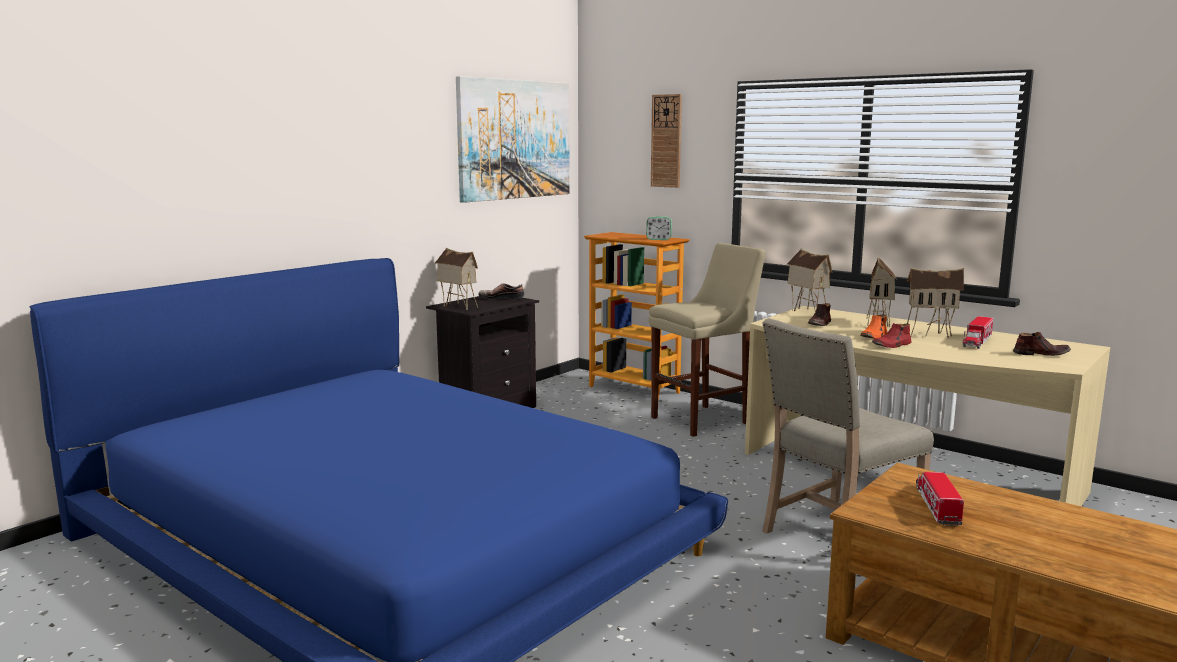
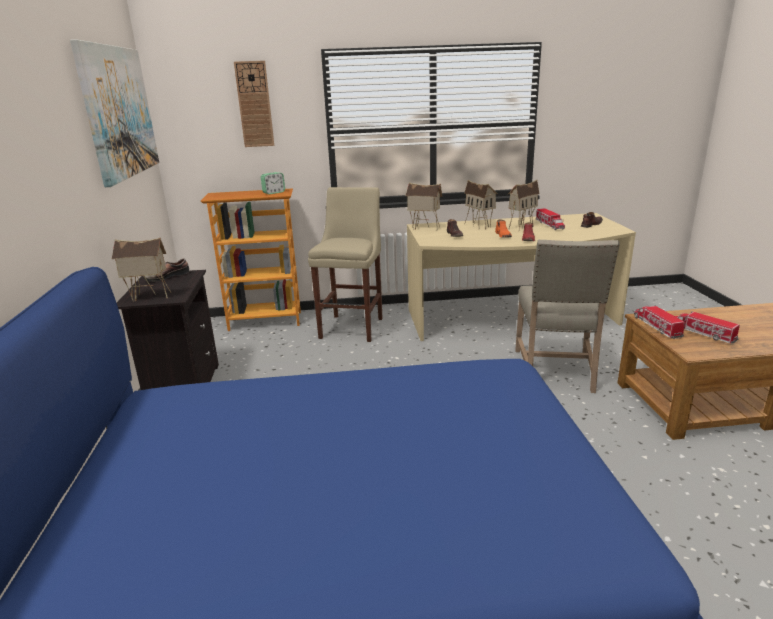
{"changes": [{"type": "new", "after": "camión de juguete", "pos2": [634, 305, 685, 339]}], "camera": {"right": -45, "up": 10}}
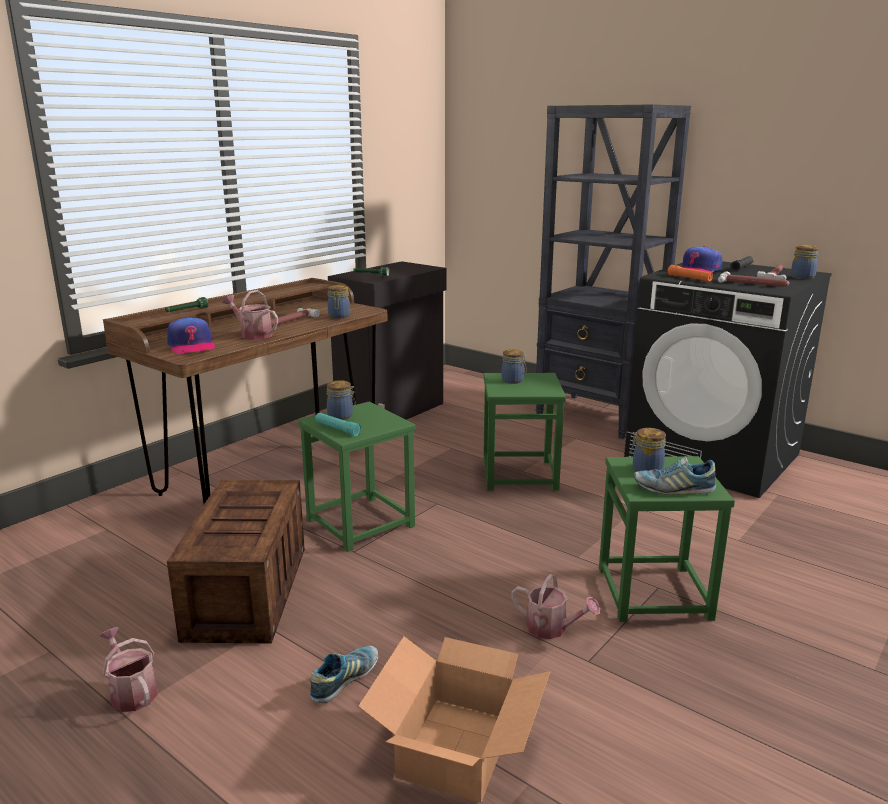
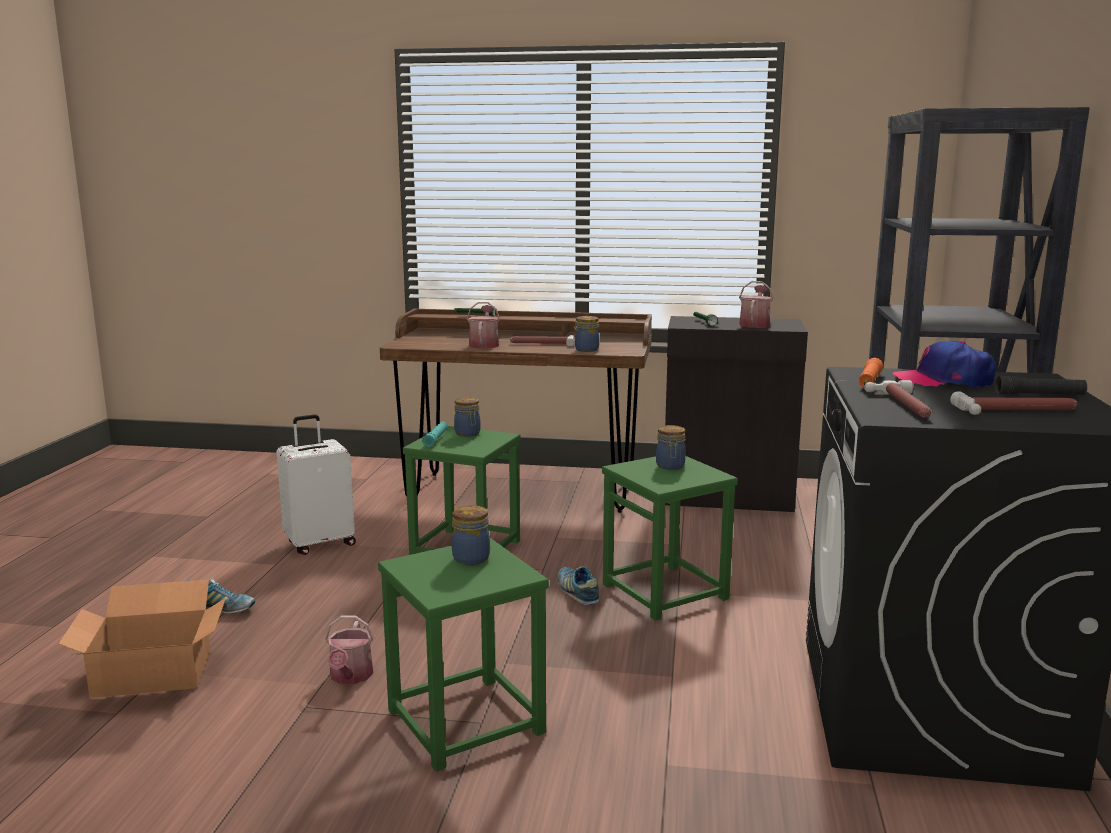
{"changes": [{"type": "gone", "before": "tarro", "pos1": [791, 245, 819, 279]}, {"type": "gone", "before": "gorra", "pos1": [167, 316, 215, 353]}, {"type": "shifted", "before": "zapato", "pos1": [634, 456, 716, 495], "pos2": [558, 566, 600, 605]}, {"type": "swapped", "before": "caja de embalaje", "after": "maleta [blanco]", "pos1": [167, 480, 305, 643], "pos2": [277, 414, 356, 555]}, {"type": "shifted", "before": "regadera", "pos1": [99, 627, 158, 712], "pos2": [739, 281, 773, 328]}], "camera": {"right": 60, "up": -5}}
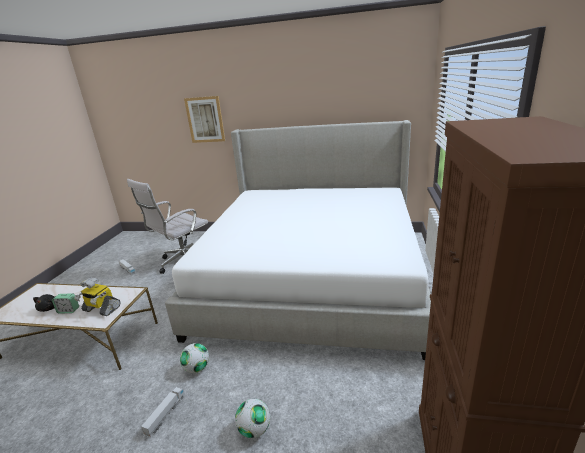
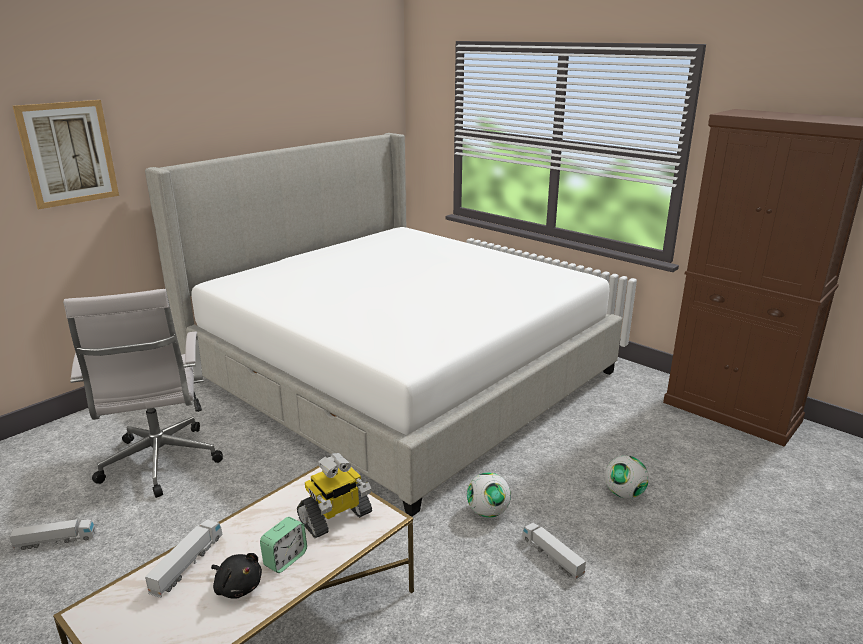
{"changes": [{"type": "new", "after": "camión de juguete", "pos2": [145, 520, 222, 598]}], "camera": {"right": -60, "up": 0}}
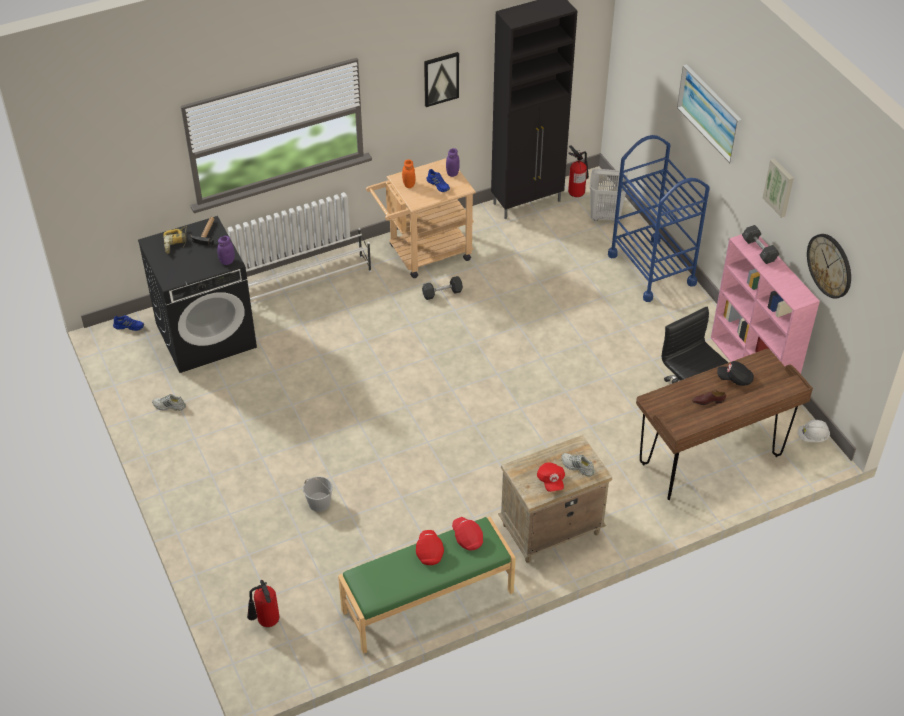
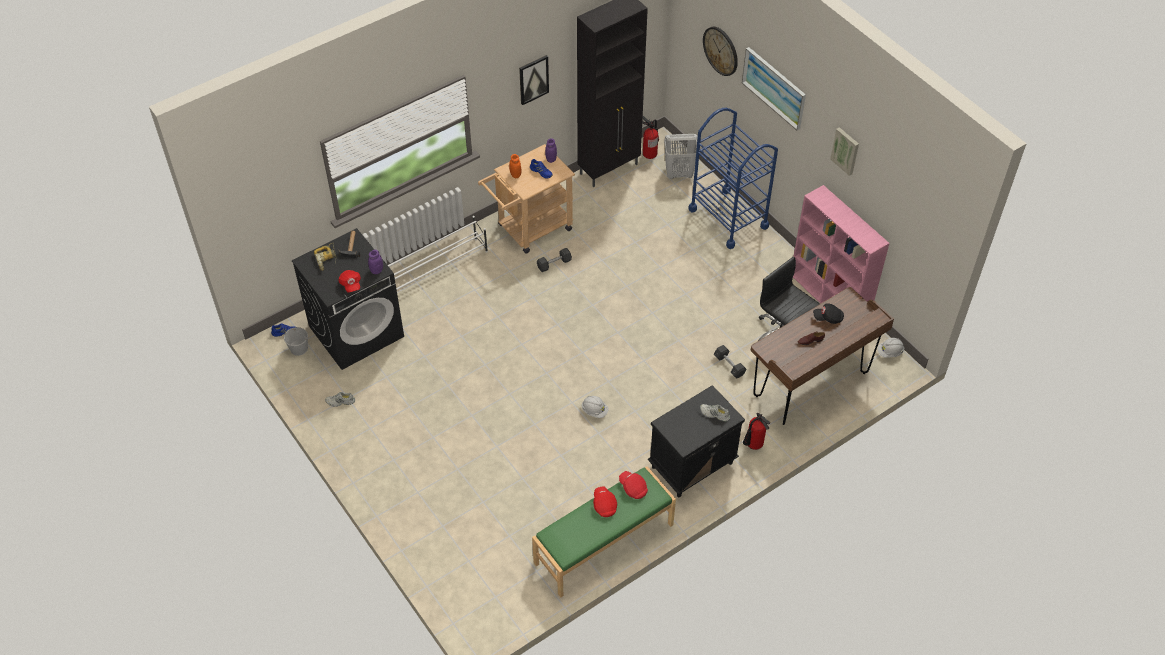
{"changes": [{"type": "shifted", "before": "mancuerna [gris]", "pos1": [742, 225, 779, 264], "pos2": [714, 345, 746, 379]}, {"type": "shifted", "before": "reloj de pared", "pos1": [807, 234, 851, 299], "pos2": [703, 27, 738, 76]}, {"type": "repainted", "before": "mesita de noche [beis]", "after": "mesita de noche [negro]", "pos1": [498, 435, 612, 563], "pos2": [647, 385, 745, 497]}, {"type": "shifted", "before": "gorra [rojo]", "pos1": [537, 462, 565, 492], "pos2": [339, 270, 361, 293]}, {"type": "shifted", "before": "cubo [blanco]", "pos1": [303, 476, 333, 512], "pos2": [284, 327, 308, 356]}, {"type": "shifted", "before": "extintor", "pos1": [247, 580, 279, 627], "pos2": [743, 413, 770, 450]}, {"type": "new", "after": "casco [blanco]", "pos2": [582, 396, 609, 418]}], "camera": {"right": -10, "up": 5}}
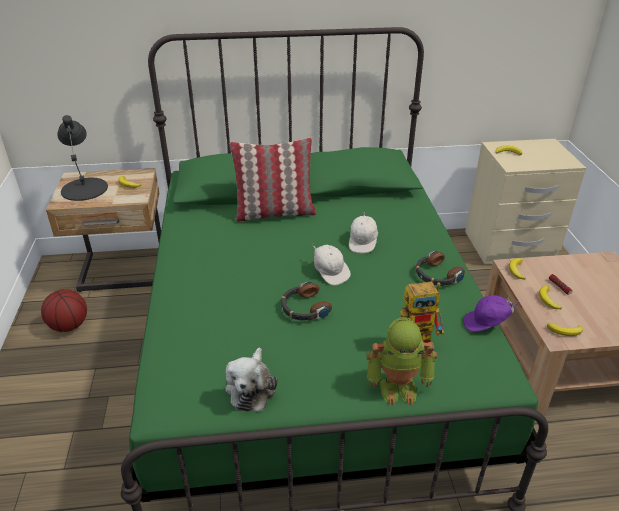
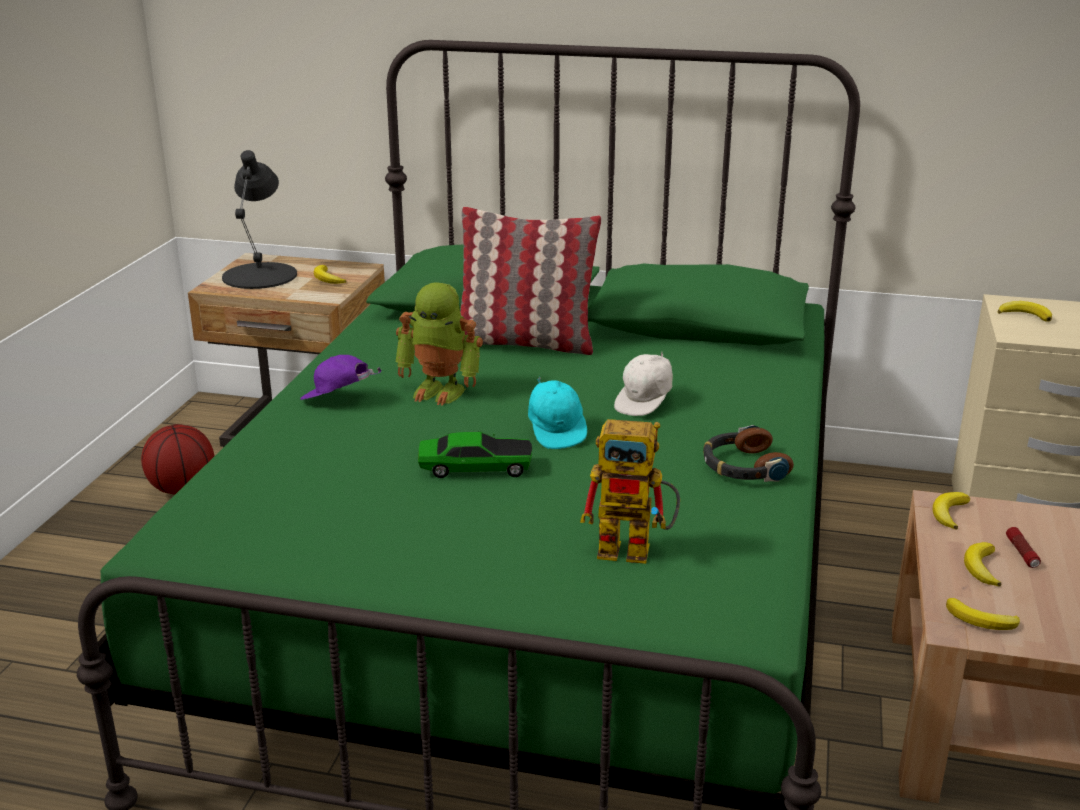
{"changes": [{"type": "repainted", "before": "gorra [blanco]", "after": "gorra [turquesa]", "pos1": [312, 243, 351, 286], "pos2": [528, 377, 587, 449]}, {"type": "swapped", "before": "auriculares", "after": "coche de juguete", "pos1": [281, 282, 332, 321], "pos2": [418, 432, 532, 478]}, {"type": "shifted", "before": "gorra [morado]", "pos1": [463, 295, 520, 332], "pos2": [300, 355, 382, 400]}, {"type": "shifted", "before": "robot de juguete", "pos1": [367, 317, 437, 406], "pos2": [395, 282, 483, 406]}, {"type": "gone", "before": "peluche", "pos1": [225, 348, 277, 412]}], "camera": {"right": 20, "up": -10}}
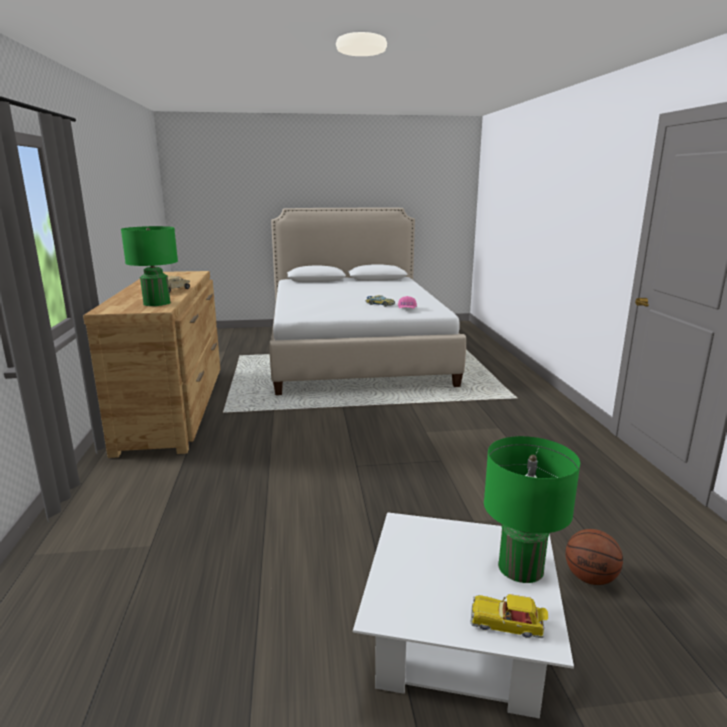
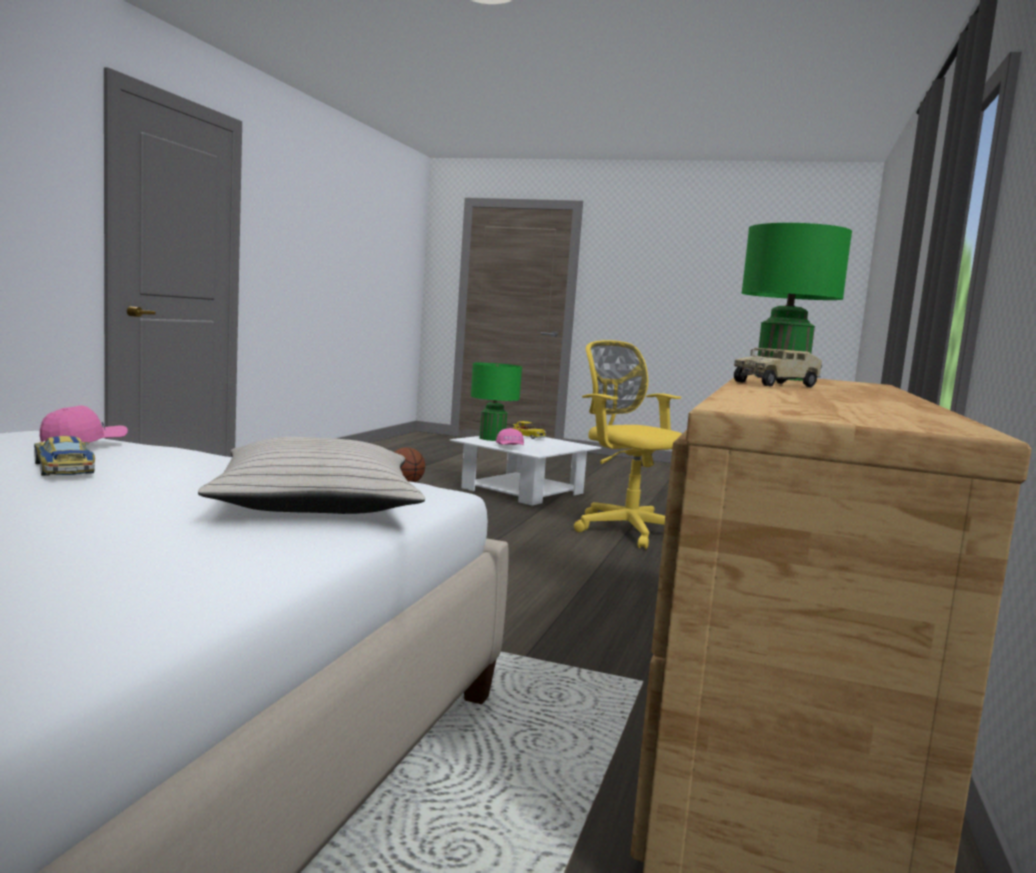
{"changes": [{"type": "new", "after": "silla de oficina [amarillo]", "pos2": [574, 340, 682, 549]}, {"type": "new", "after": "gorra [rosa]", "pos2": [496, 428, 524, 445]}, {"type": "new", "after": "cojín [beis]", "pos2": [198, 437, 425, 514]}], "camera": {"right": -155, "up": -10}}
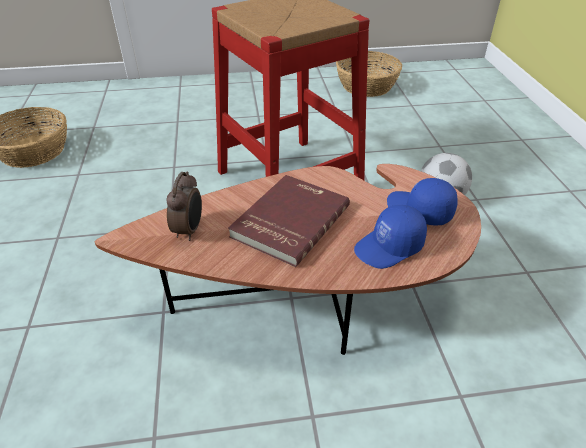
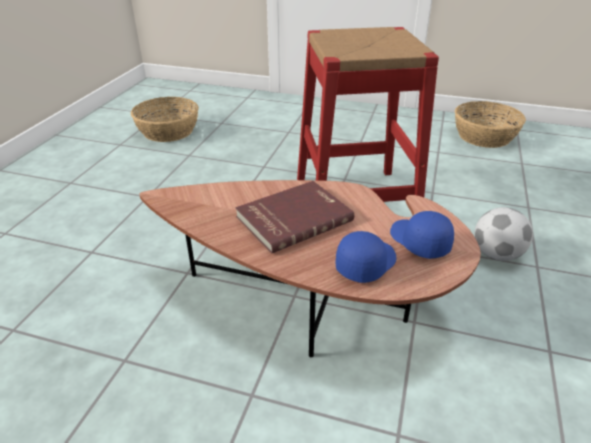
{"changes": [{"type": "gone", "before": "despertador", "pos1": [166, 171, 202, 241]}, {"type": "rotated", "before": "gorra [azul]", "pos1": [354, 205, 427, 269], "pos2": [335, 231, 396, 283], "turn": 135}], "camera": {"right": 25, "up": -5}}
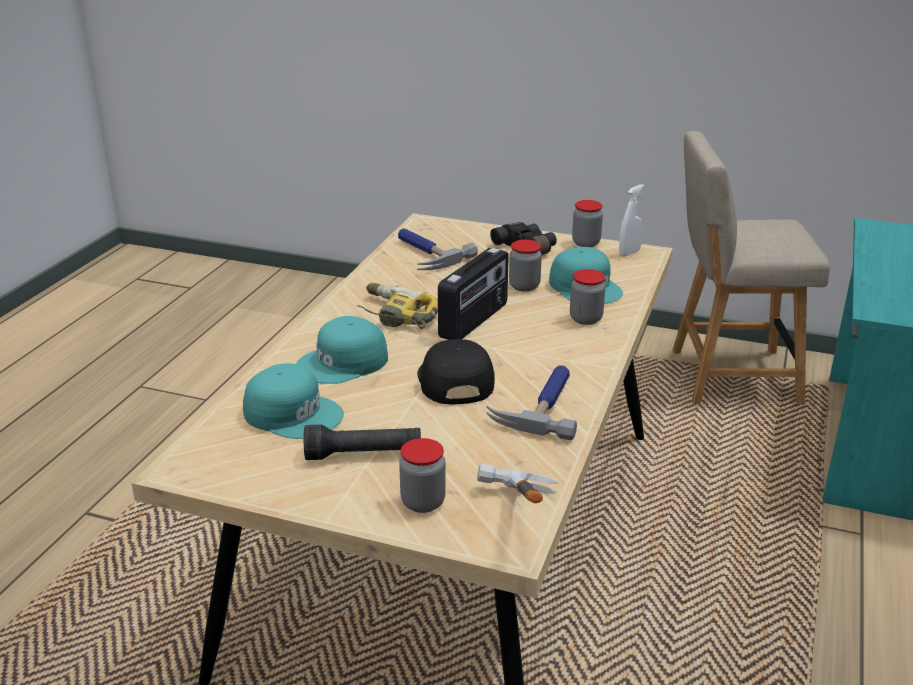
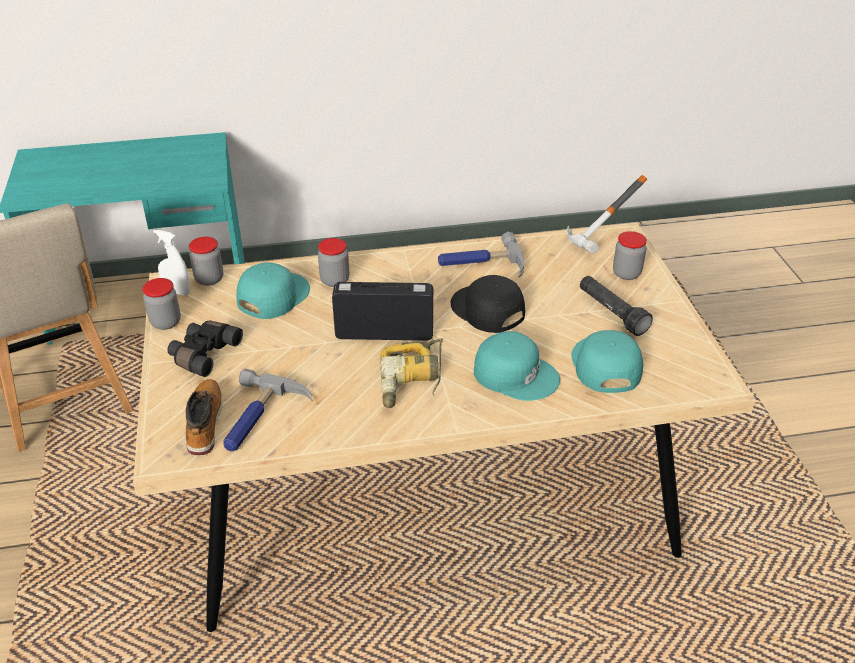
{"changes": [{"type": "shifted", "before": "tarro", "pos1": [509, 239, 542, 292], "pos2": [189, 237, 223, 286]}, {"type": "rotated", "before": "gorra [negro]", "pos1": [417, 339, 495, 404], "pos2": [451, 275, 525, 333], "turn": 90}, {"type": "new", "after": "bota", "pos2": [185, 379, 223, 455]}], "camera": {"right": -120, "up": 10}}
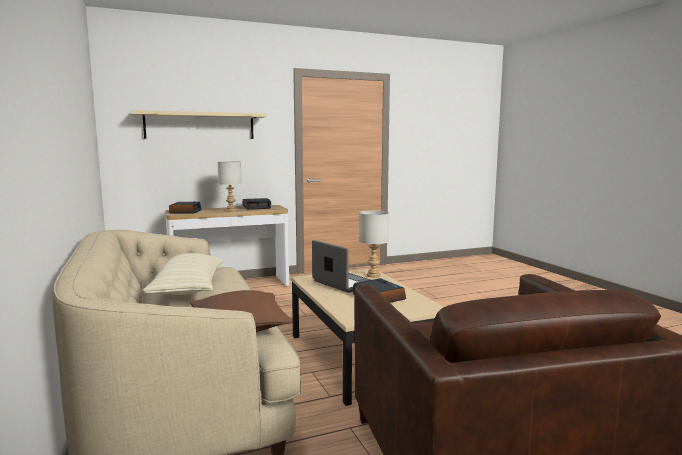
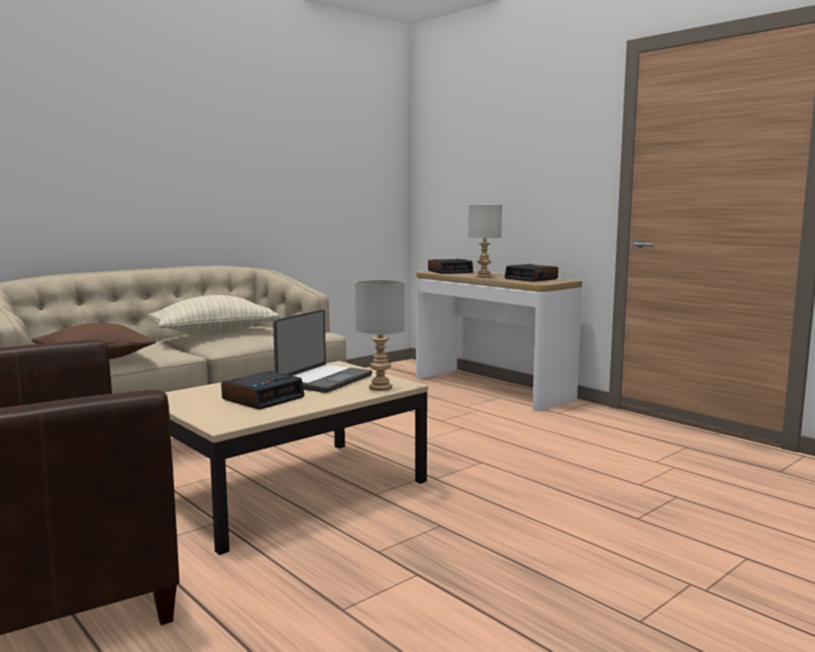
{"changes": [{"type": "gone", "before": "estante [beis]", "pos1": [131, 110, 267, 139]}], "camera": {"right": 70, "up": 0}}
